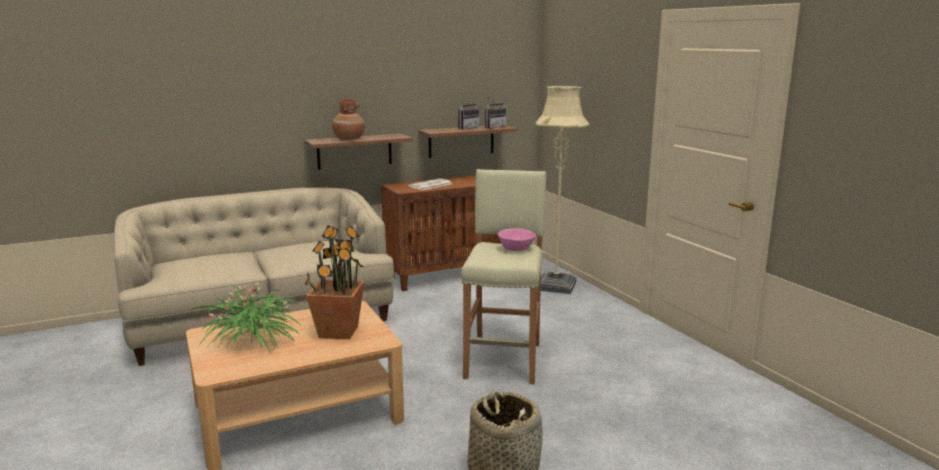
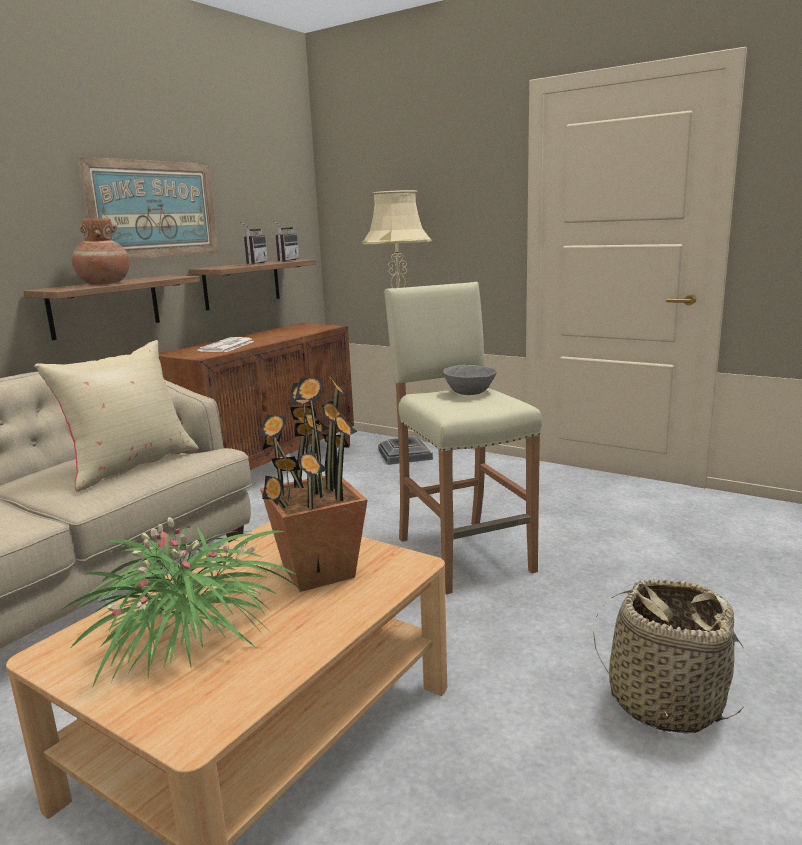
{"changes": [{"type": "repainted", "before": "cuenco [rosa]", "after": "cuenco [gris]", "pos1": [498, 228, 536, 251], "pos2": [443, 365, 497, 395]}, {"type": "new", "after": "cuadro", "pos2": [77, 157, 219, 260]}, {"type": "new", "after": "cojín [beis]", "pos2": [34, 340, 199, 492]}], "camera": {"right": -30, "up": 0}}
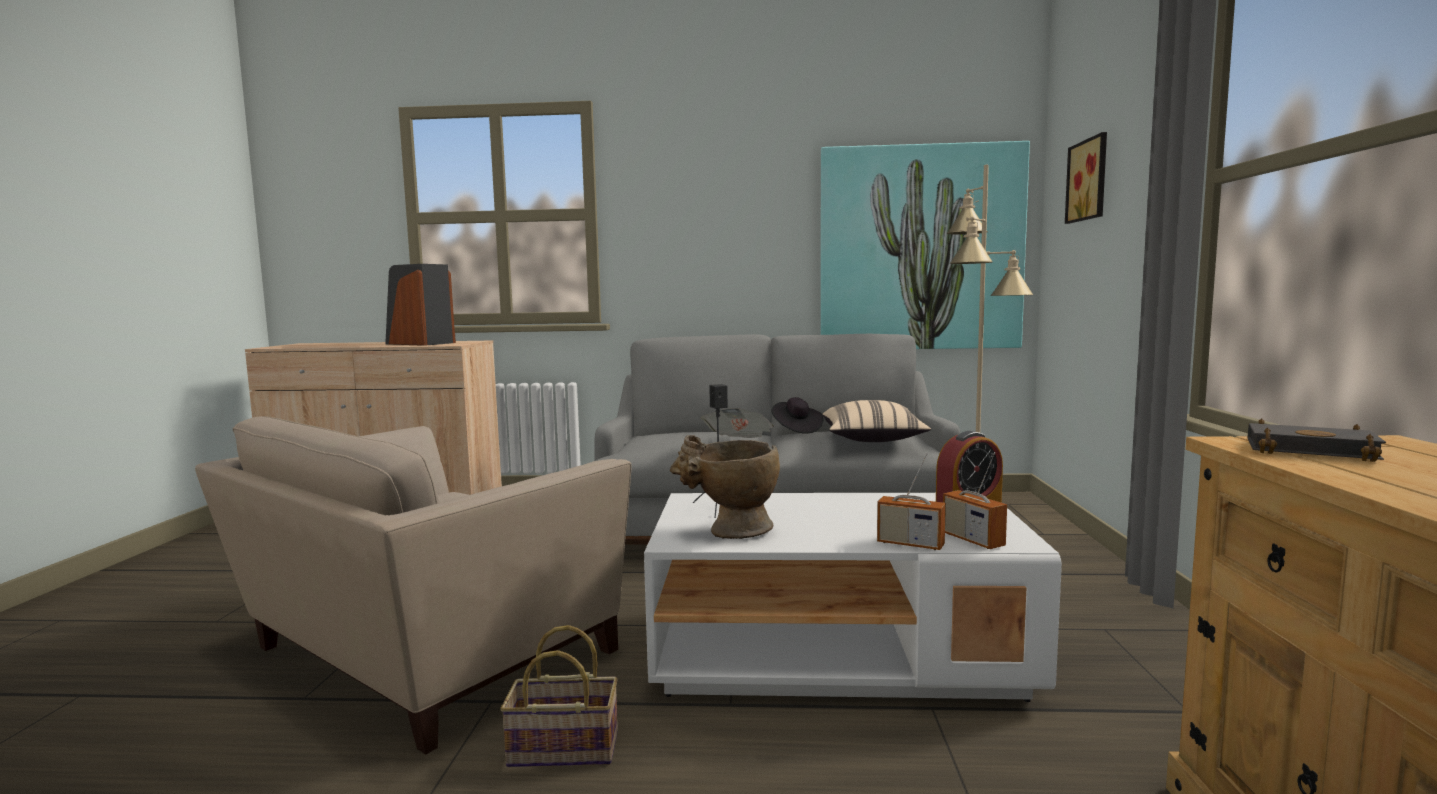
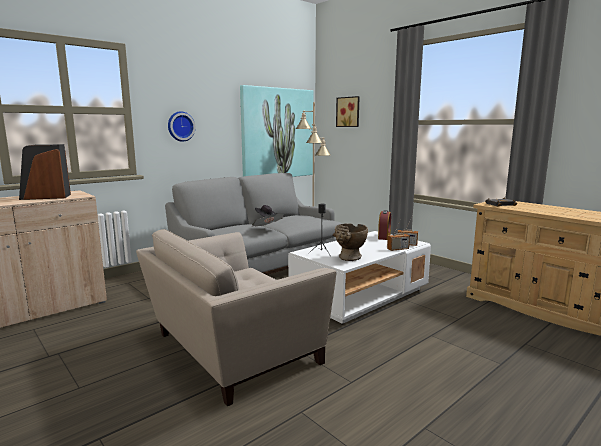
{"changes": [{"type": "gone", "before": "cojín [beis]", "pos1": [822, 400, 931, 442]}, {"type": "rotated", "before": "sillón [beis]", "pos1": [195, 416, 632, 755], "pos2": [136, 229, 336, 406], "turn": 60}, {"type": "gone", "before": "cesta", "pos1": [500, 625, 618, 767]}, {"type": "new", "after": "reloj de pared", "pos2": [168, 111, 195, 142]}], "camera": {"right": -45, "up": 5}}
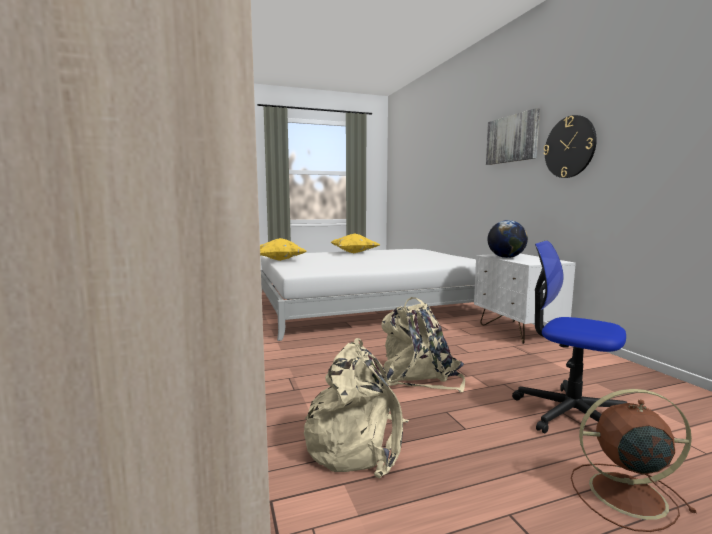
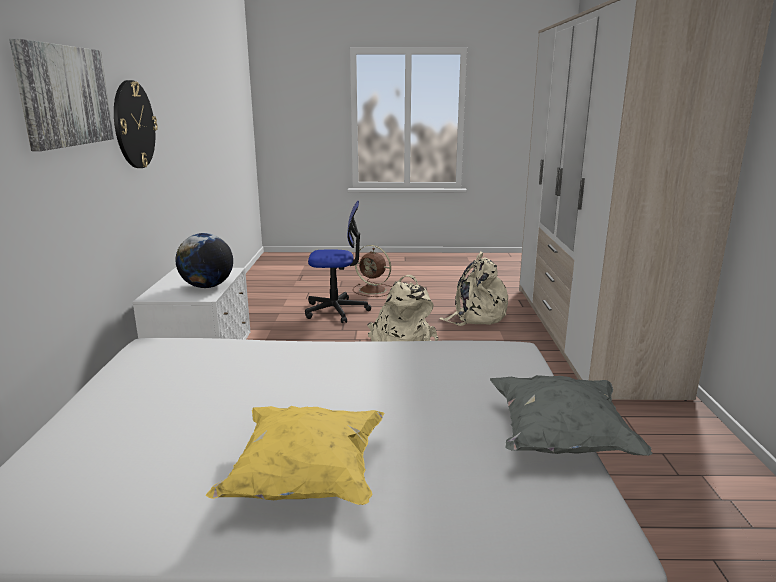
{"changes": [{"type": "repainted", "before": "cojín [amarillo]", "after": "cojín [gris]", "pos1": [260, 238, 306, 261], "pos2": [490, 375, 652, 456]}, {"type": "rotated", "before": "silla de oficina", "pos1": [512, 241, 627, 434], "pos2": [305, 201, 371, 323], "turn": -60}], "camera": {"right": -160, "up": 10}}
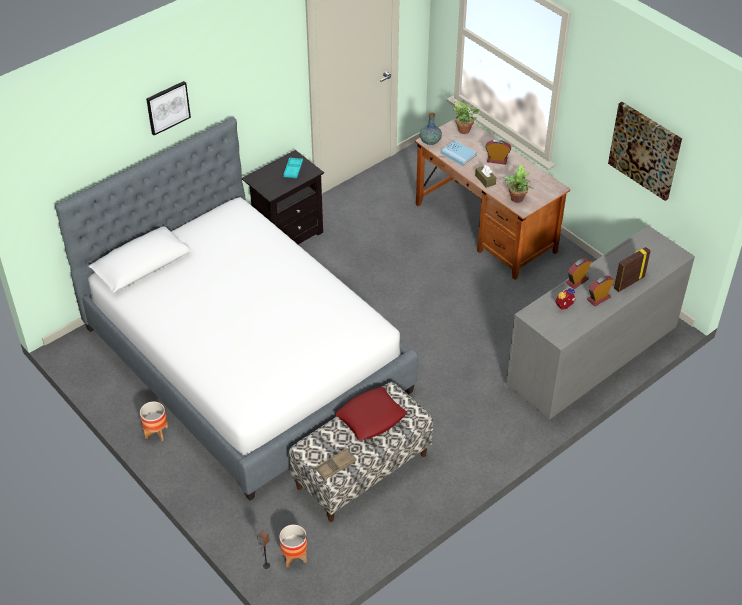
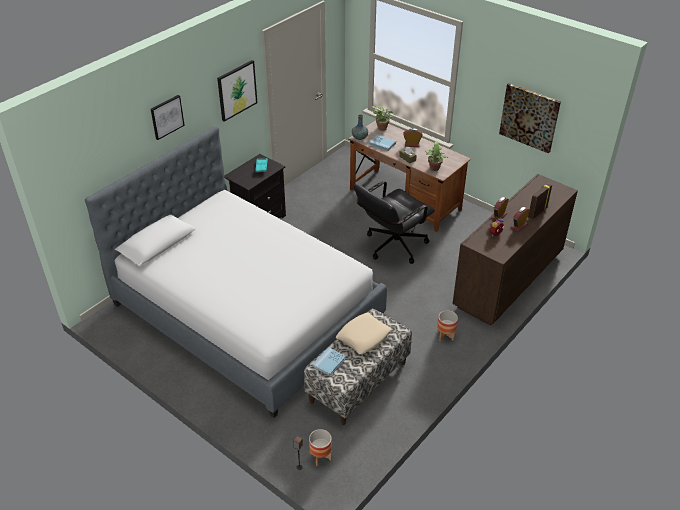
{"changes": [{"type": "repainted", "before": "cómoda [gris]", "after": "cómoda [marrón]", "pos1": [506, 225, 695, 420], "pos2": [453, 174, 578, 326]}, {"type": "repainted", "before": "cojín [rojo]", "after": "cojín [beis]", "pos1": [335, 387, 407, 440], "pos2": [336, 312, 392, 354]}, {"type": "shifted", "before": "maceta", "pos1": [140, 402, 168, 441], "pos2": [437, 310, 458, 341]}, {"type": "gone", "before": "bandeja [marrón]", "pos1": [315, 448, 357, 480]}, {"type": "new", "after": "cuadro", "pos2": [217, 60, 257, 122]}, {"type": "new", "after": "silla de oficina [negro]", "pos2": [353, 181, 435, 264]}, {"type": "new", "after": "libro [azul]", "pos2": [312, 347, 346, 376]}], "camera": {"right": -10, "up": -5}}
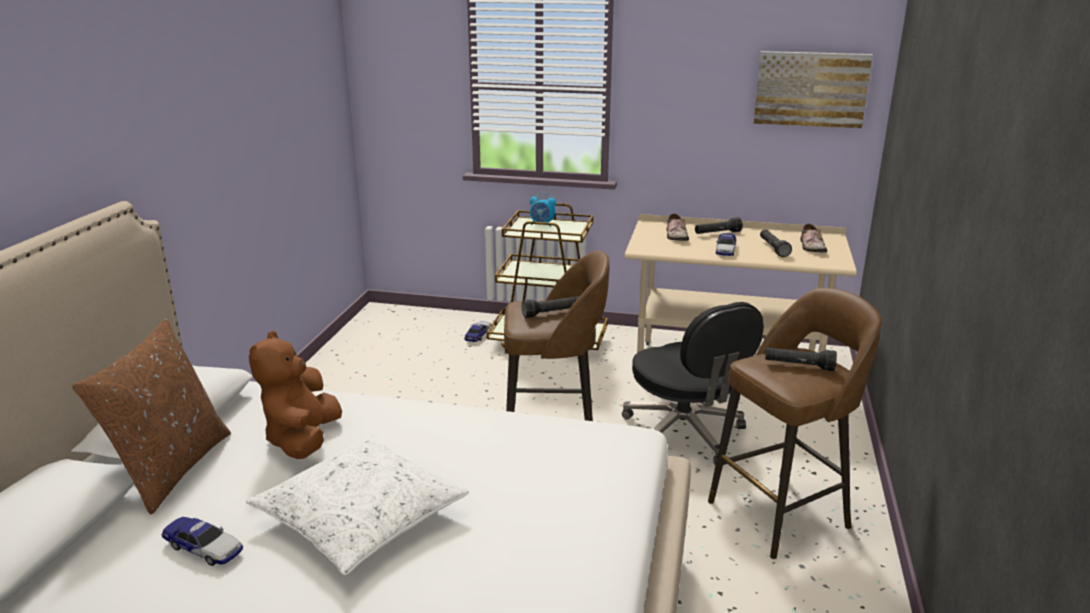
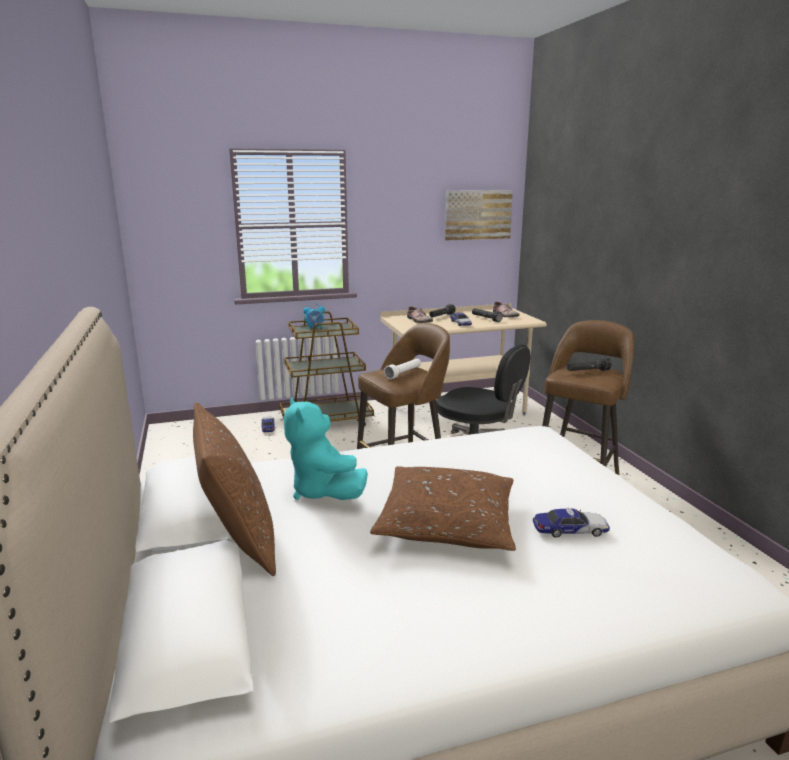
{"changes": [{"type": "repainted", "before": "linterna [negro]", "after": "linterna [blanco]", "pos1": [522, 296, 579, 318], "pos2": [384, 359, 421, 379]}, {"type": "repainted", "before": "peluche [marrón]", "after": "peluche [turquesa]", "pos1": [249, 331, 342, 459], "pos2": [284, 398, 368, 500]}, {"type": "repainted", "before": "cojín [blanco]", "after": "cojín [marrón]", "pos1": [246, 435, 469, 575], "pos2": [370, 466, 516, 551]}, {"type": "shifted", "before": "coche de juguete", "pos1": [161, 517, 243, 566], "pos2": [533, 508, 610, 538]}], "camera": {"right": -30, "up": -5}}
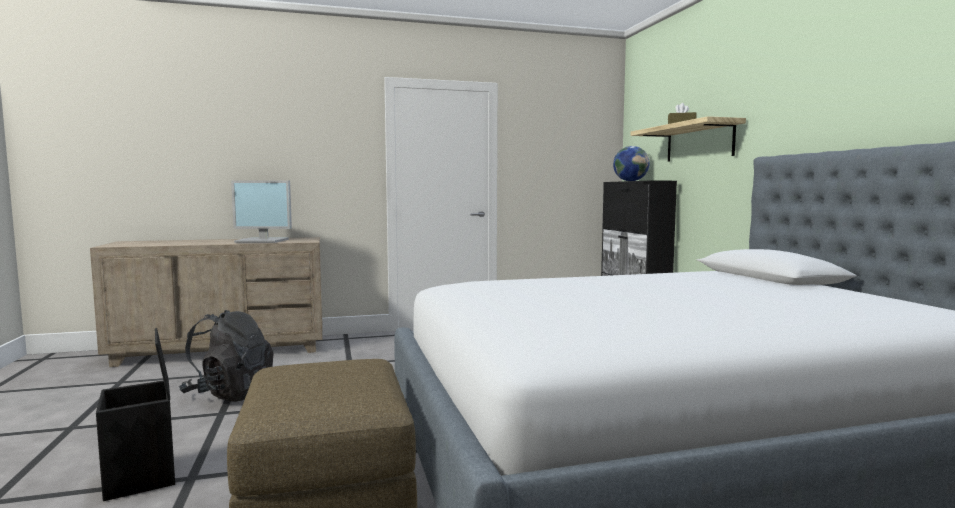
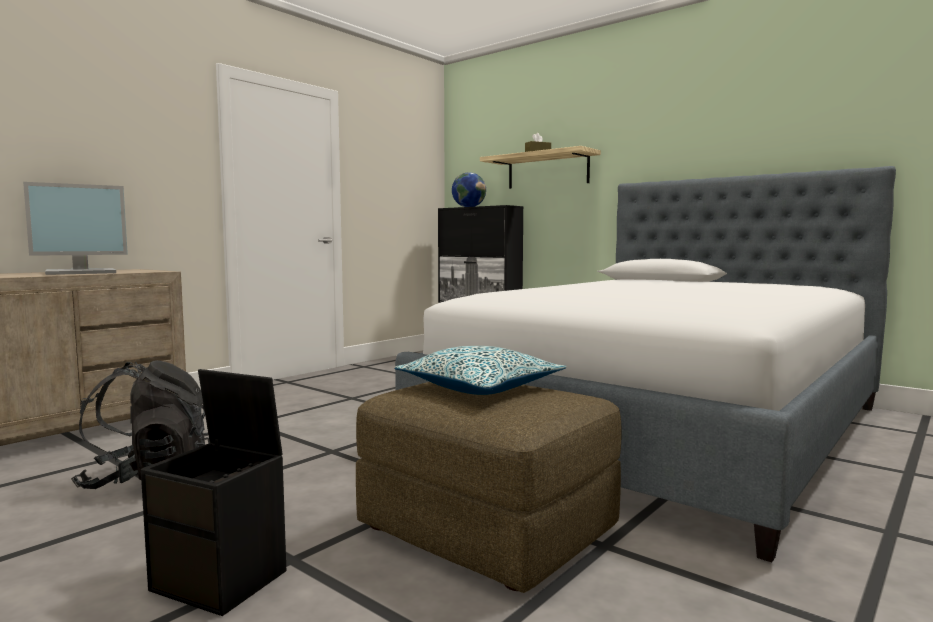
{"changes": [{"type": "new", "after": "cojín", "pos2": [394, 346, 567, 395]}], "camera": {"right": -35, "up": 0}}
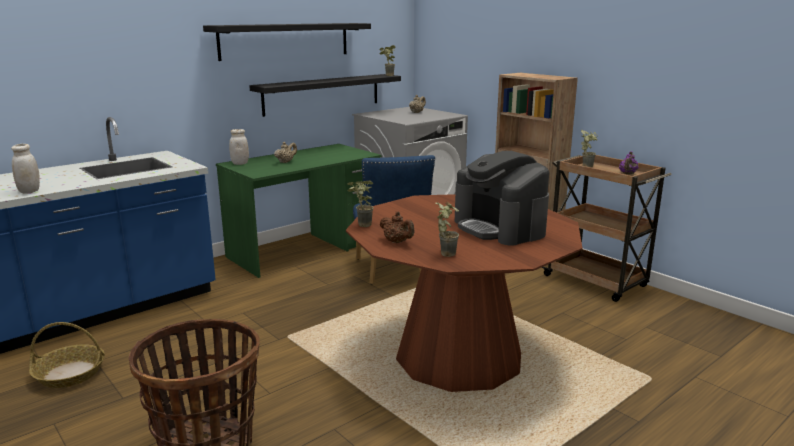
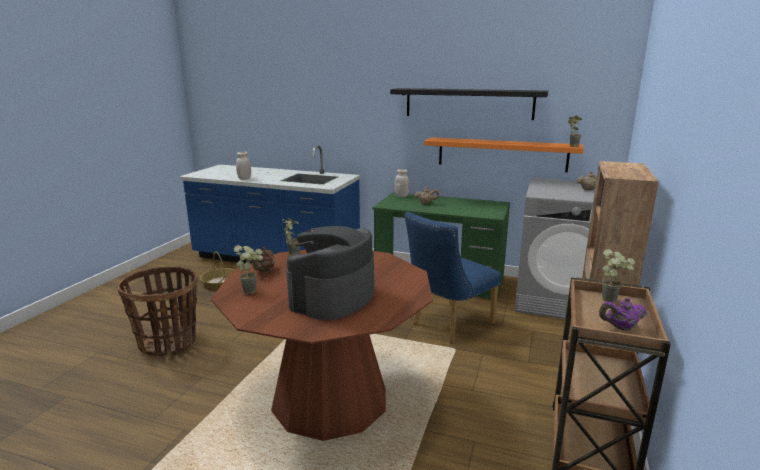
{"changes": [{"type": "repainted", "before": "estante [negro]", "after": "estante [naranja]", "pos1": [249, 74, 401, 117], "pos2": [424, 137, 584, 173]}], "camera": {"right": 60, "up": 0}}
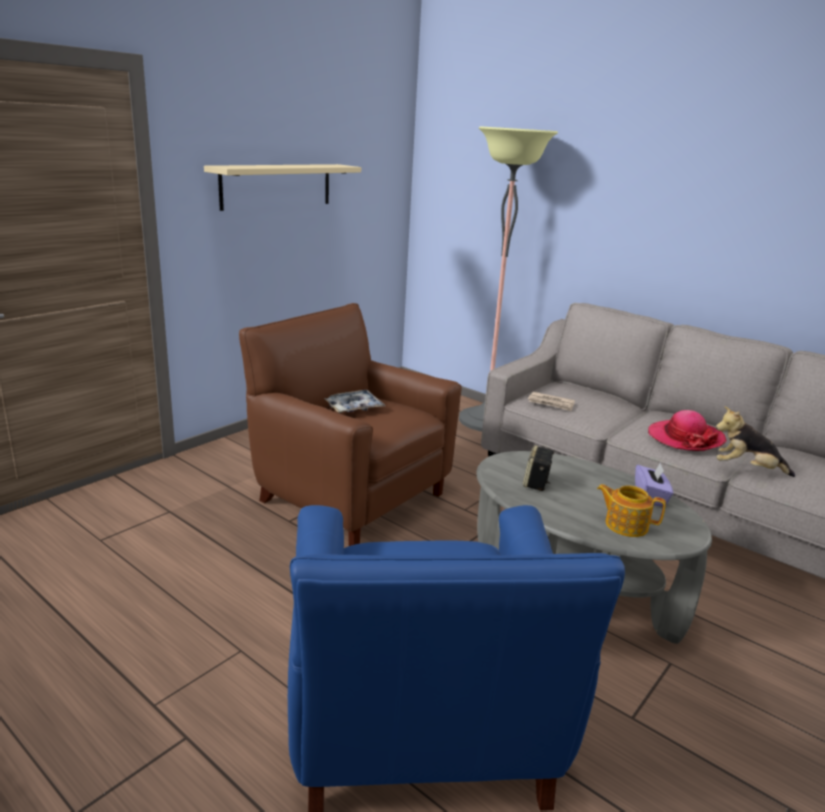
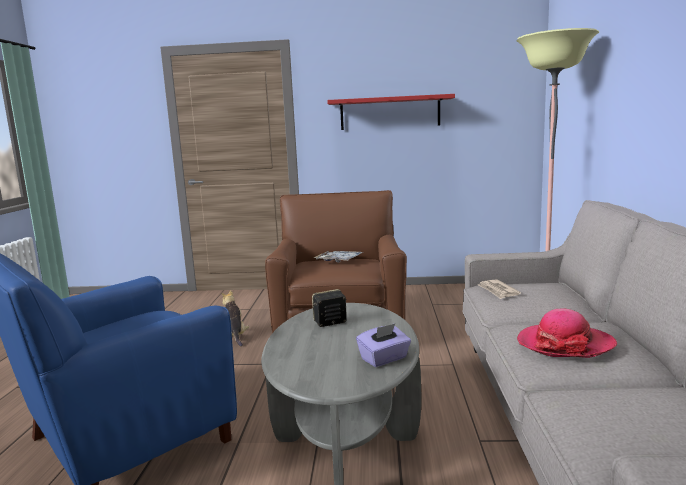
{"changes": [{"type": "repainted", "before": "estante [beis]", "after": "estante [rojo]", "pos1": [204, 164, 361, 211], "pos2": [327, 94, 455, 130]}, {"type": "shifted", "before": "peluche", "pos1": [716, 406, 795, 477], "pos2": [221, 290, 249, 347]}, {"type": "gone", "before": "tetera", "pos1": [597, 484, 666, 537]}], "camera": {"right": 55, "up": -10}}
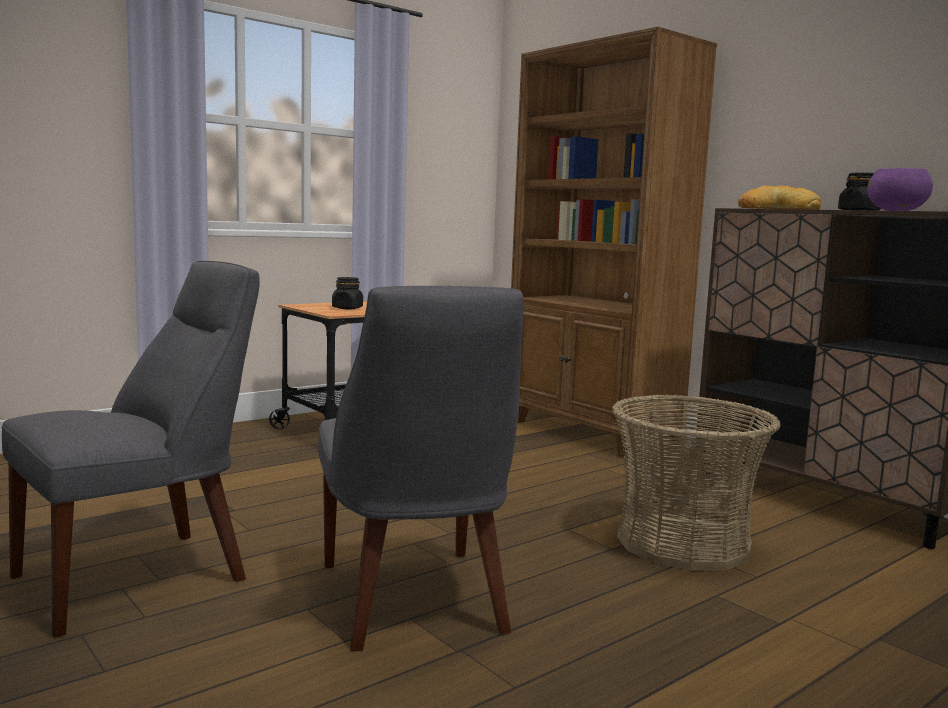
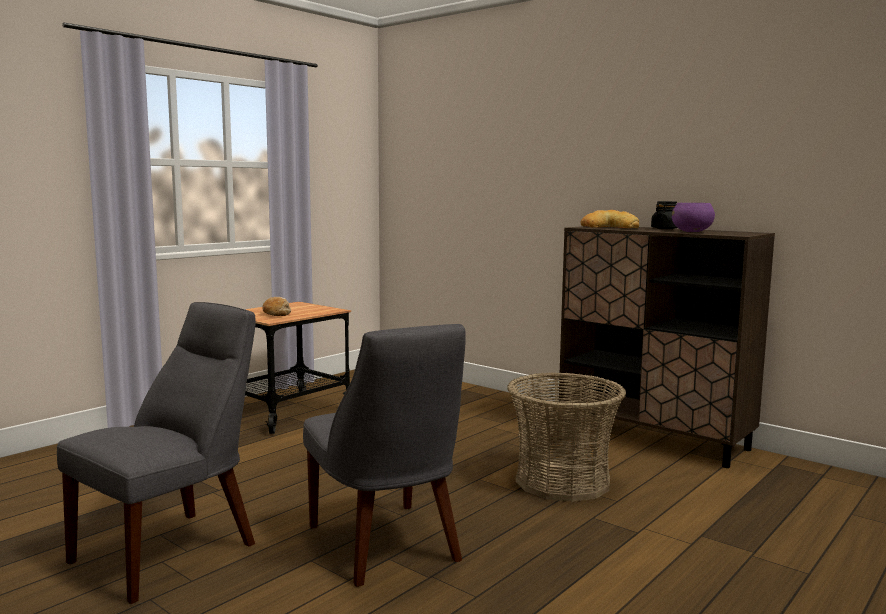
{"changes": [{"type": "gone", "before": "estantería [marrón]", "pos1": [511, 27, 717, 459]}, {"type": "swapped", "before": "tarro [negro]", "after": "pan", "pos1": [332, 277, 363, 309], "pos2": [262, 297, 291, 316]}], "camera": {"right": -10, "up": 0}}
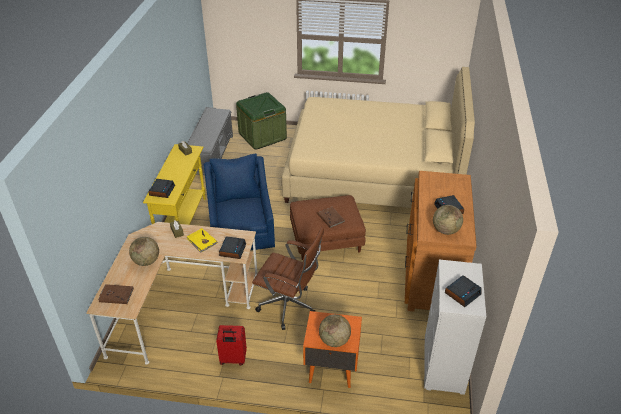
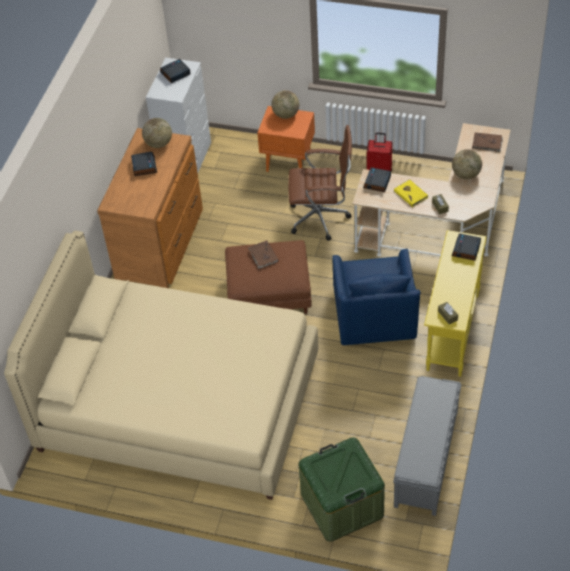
{"changes": [{"type": "rotated", "before": "silla de oficina [marrón]", "pos1": [252, 227, 324, 330], "pos2": [288, 125, 352, 241], "turn": 150}], "camera": {"right": -170, "up": 10}}
